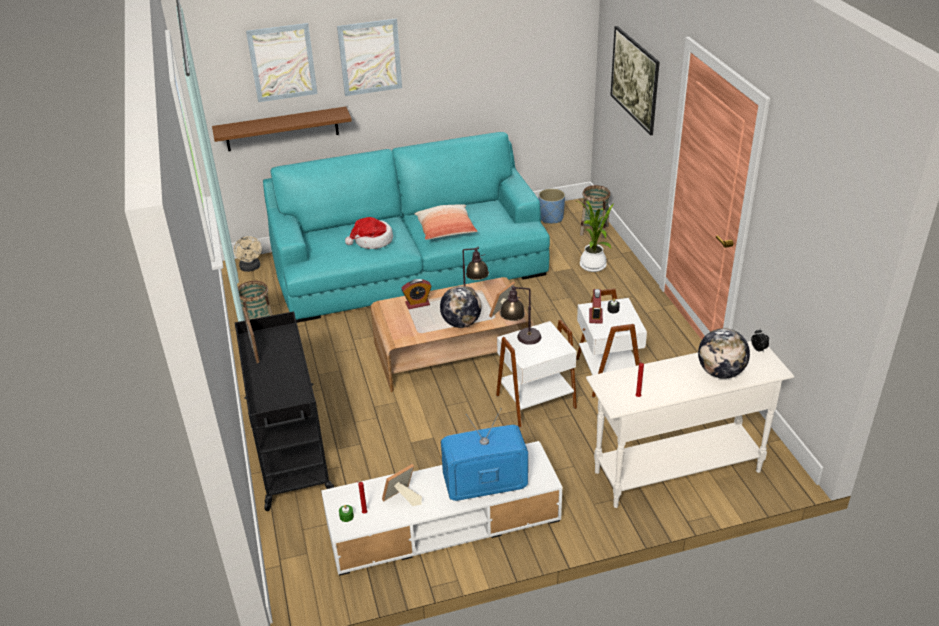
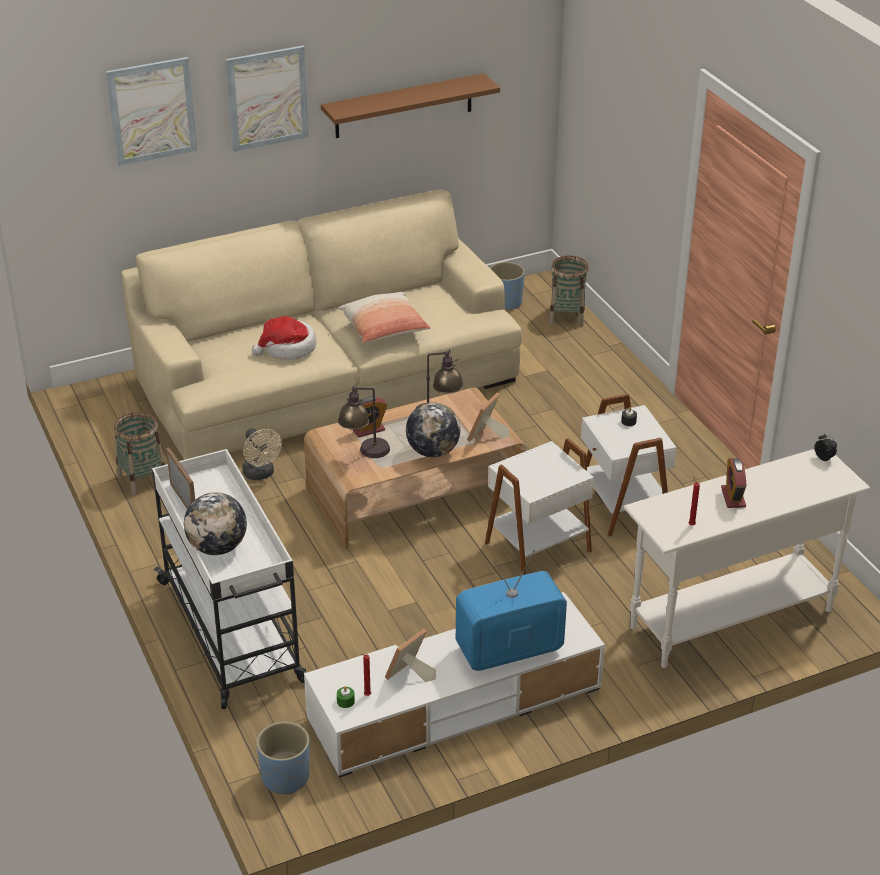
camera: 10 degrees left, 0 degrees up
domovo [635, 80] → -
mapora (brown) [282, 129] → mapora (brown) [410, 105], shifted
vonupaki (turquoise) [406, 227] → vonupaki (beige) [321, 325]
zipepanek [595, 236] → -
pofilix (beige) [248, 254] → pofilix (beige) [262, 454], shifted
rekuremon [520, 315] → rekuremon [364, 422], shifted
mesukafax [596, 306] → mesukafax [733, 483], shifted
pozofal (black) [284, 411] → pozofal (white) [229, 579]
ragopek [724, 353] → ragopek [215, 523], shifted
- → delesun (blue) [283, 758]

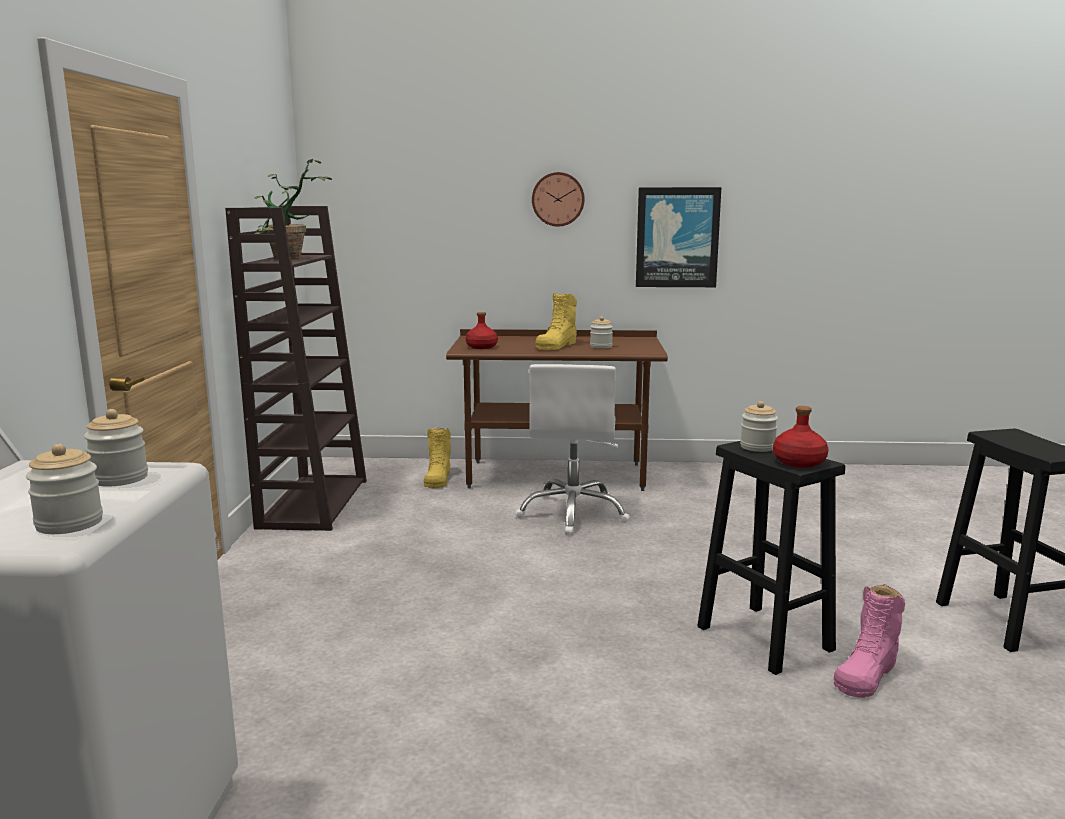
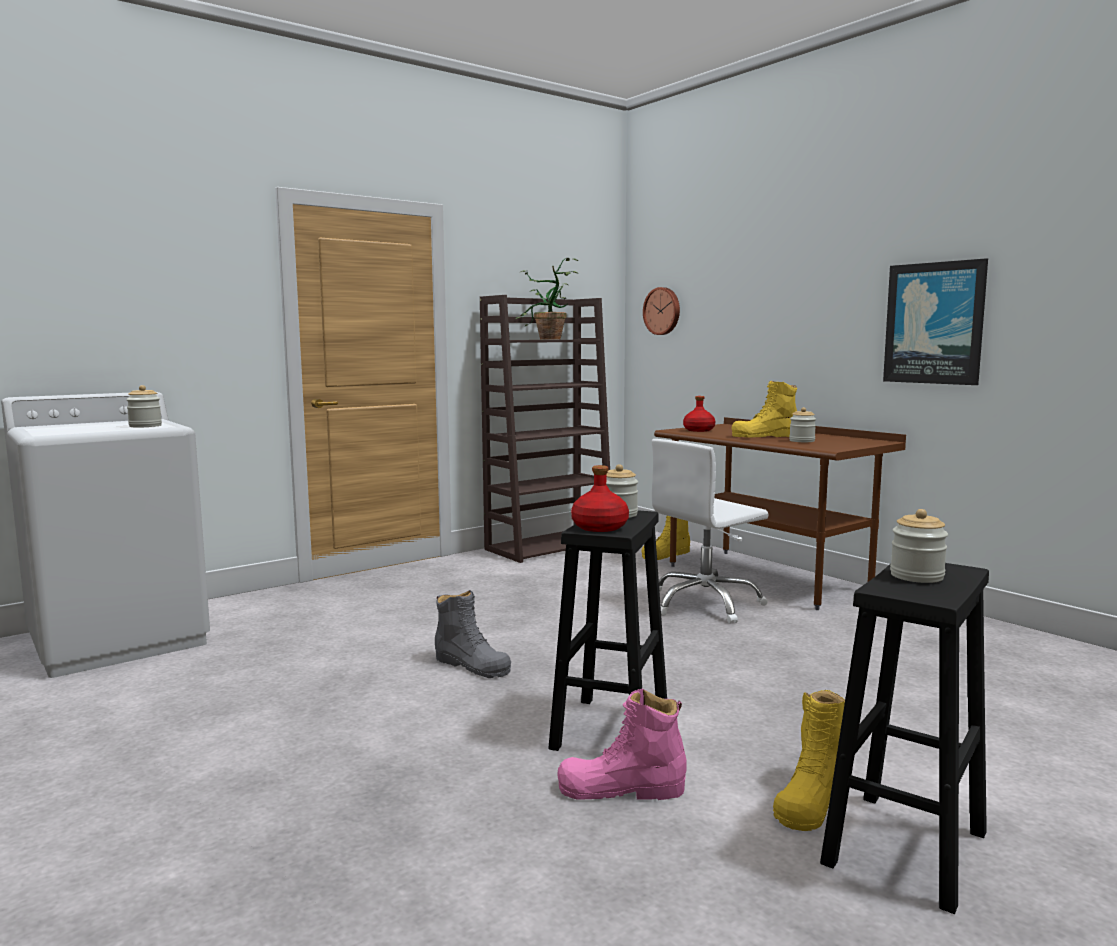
camera: 50 degrees right, 5 degrees down
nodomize [558, 199] → nodomize [661, 311], shifted
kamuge [64, 489] → kamuge [919, 546], shifted
- → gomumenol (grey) [473, 634]
- → gomumenol (yellow) [809, 760]

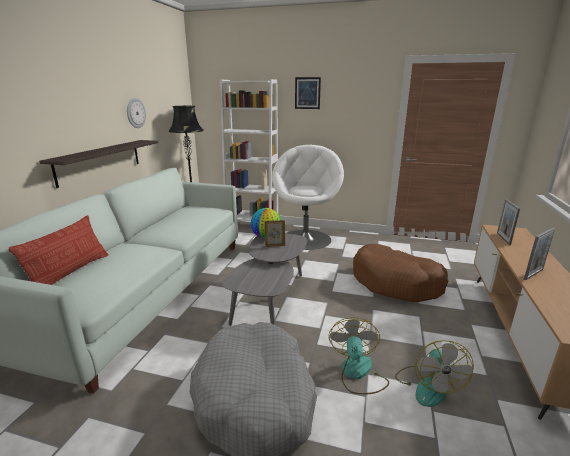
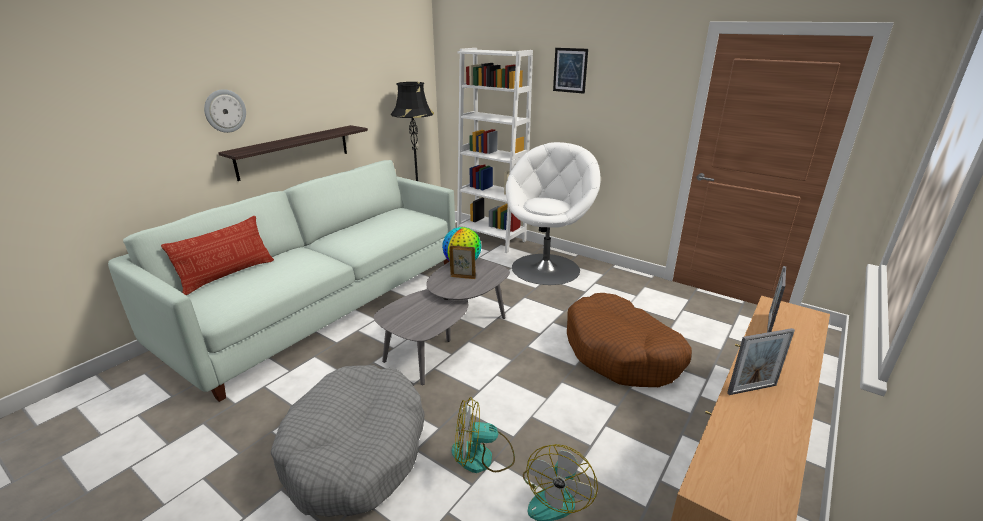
camera: 20 degrees right, 5 degrees up
nodomize [136, 113] → nodomize [225, 111], shifted
pofilix [359, 356] → pofilix [483, 435], 120 degrees counterclockwise

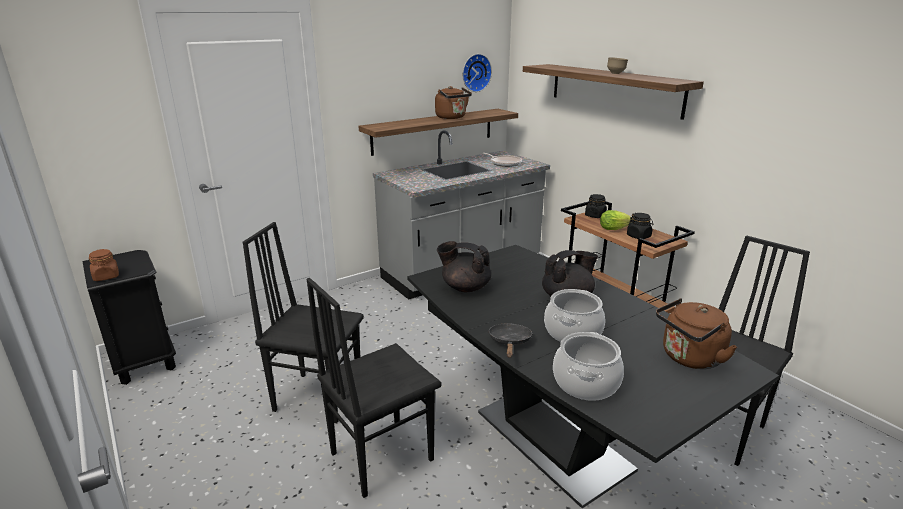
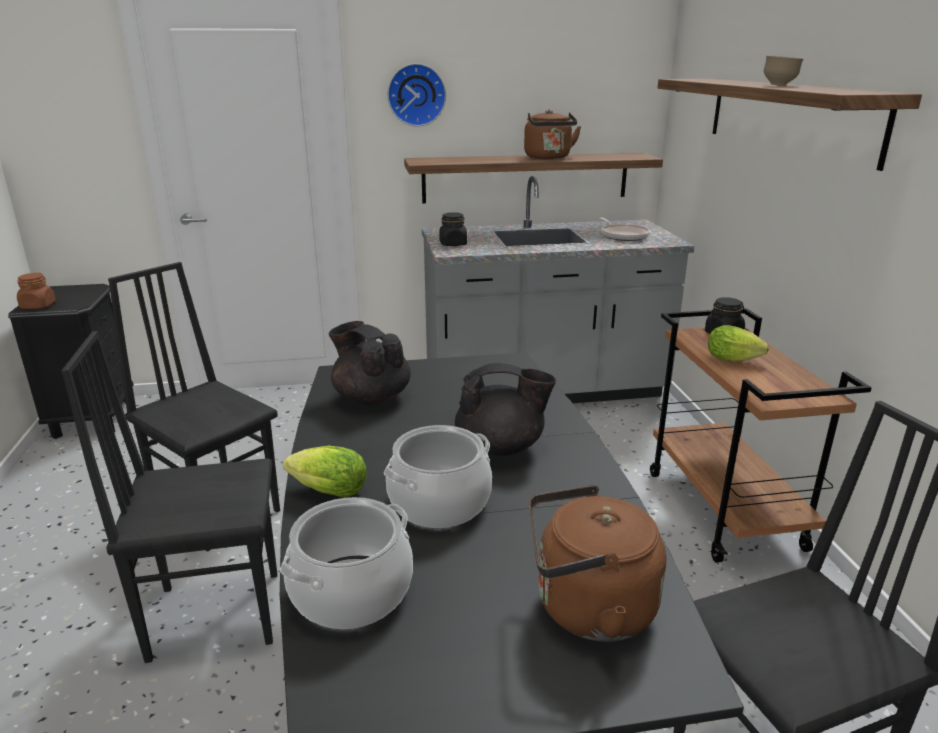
camera: 25 degrees right, 0 degrees up
nodomize [477, 73] → nodomize [416, 94], shifted
kamuge (black) [640, 226] → kamuge (black) [453, 229], shifted
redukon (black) [510, 340] → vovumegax [325, 471]

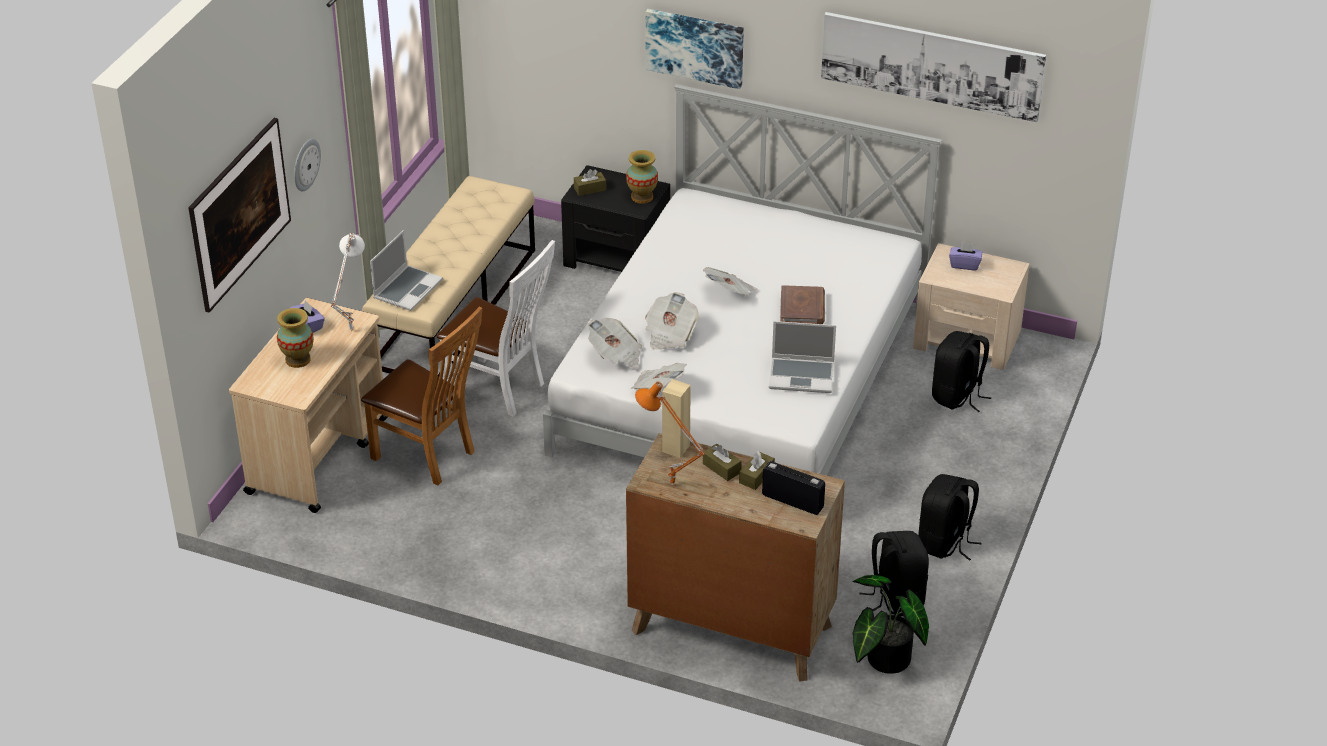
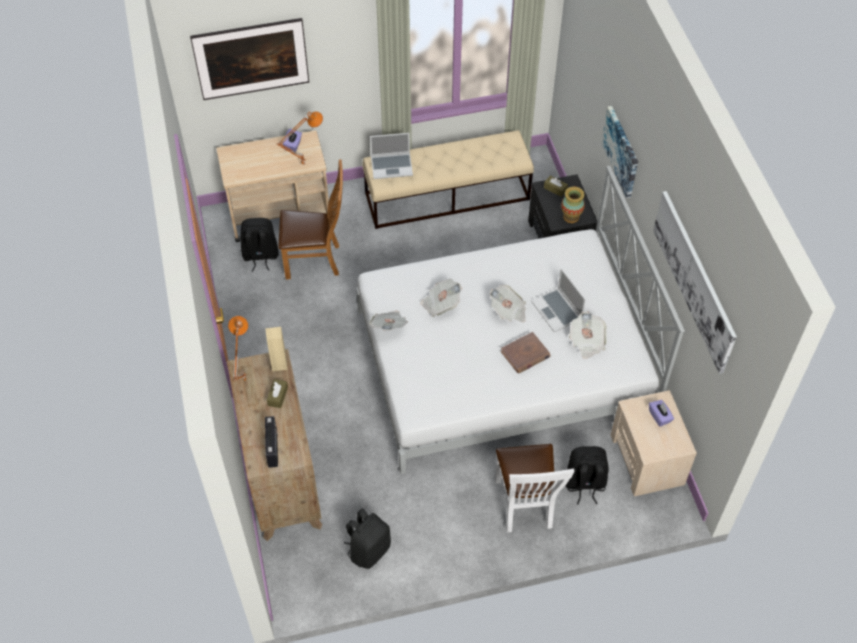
camera: 55 degrees right, 15 degrees up
nodomize [307, 165] → -
rekuremon (white) [348, 282] → rekuremon (orange) [300, 138]
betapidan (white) [496, 328] → betapidan (white) [534, 488], shifted
betapidan (brown) [421, 396] → betapidan (brown) [310, 219], 90 degrees counterclockwise
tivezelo [295, 338] → -
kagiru [615, 343] → kagiru [588, 335], shifted
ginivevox [802, 357] → ginivevox [558, 300], shifted
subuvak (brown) [757, 470] → -
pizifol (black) [950, 517] → pizifol (black) [259, 245], shifted
zipepanek [890, 624] → -

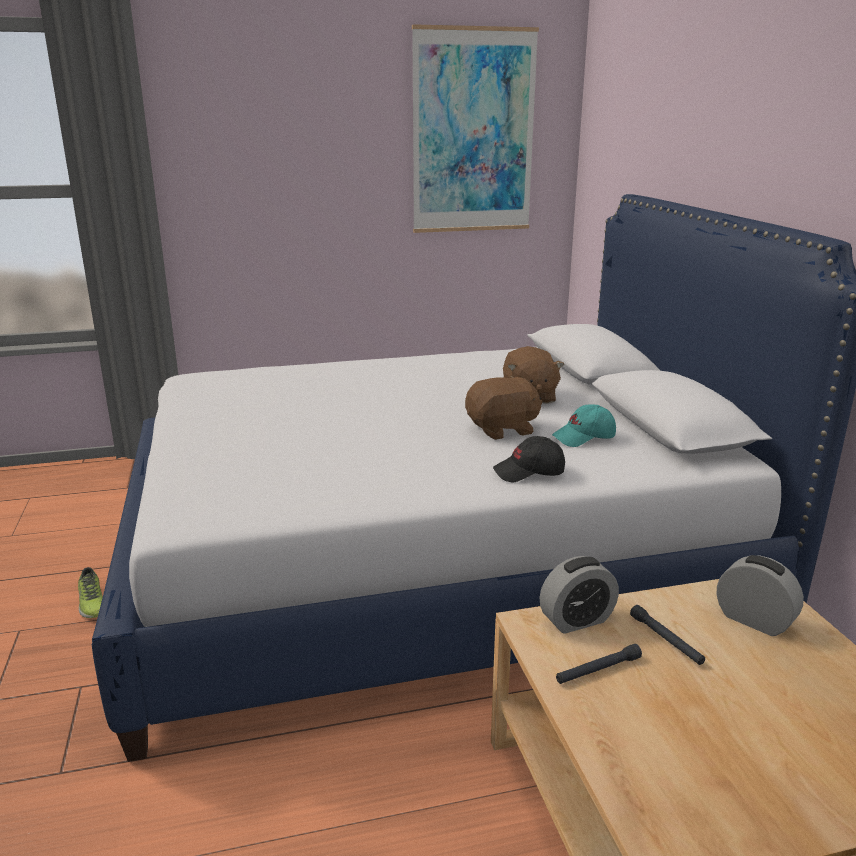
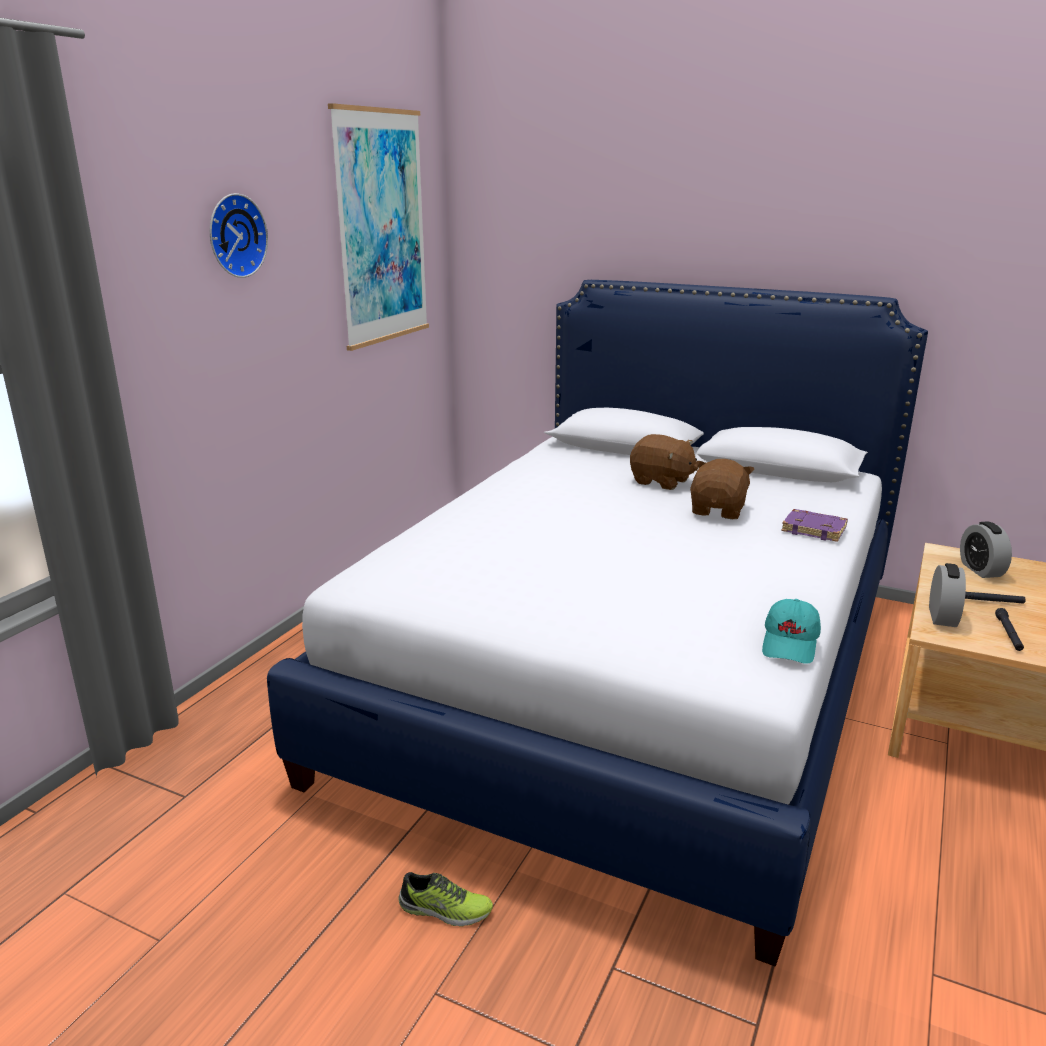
camera: 50 degrees left, 0 degrees up
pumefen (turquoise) [584, 425] → pumefen (turquoise) [791, 631], shifted
pumefen (black) [529, 459] → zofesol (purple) [814, 525]
mesukafax [760, 595] → mesukafax [986, 550], 90 degrees counterclockwise
- → nodomize [239, 235]

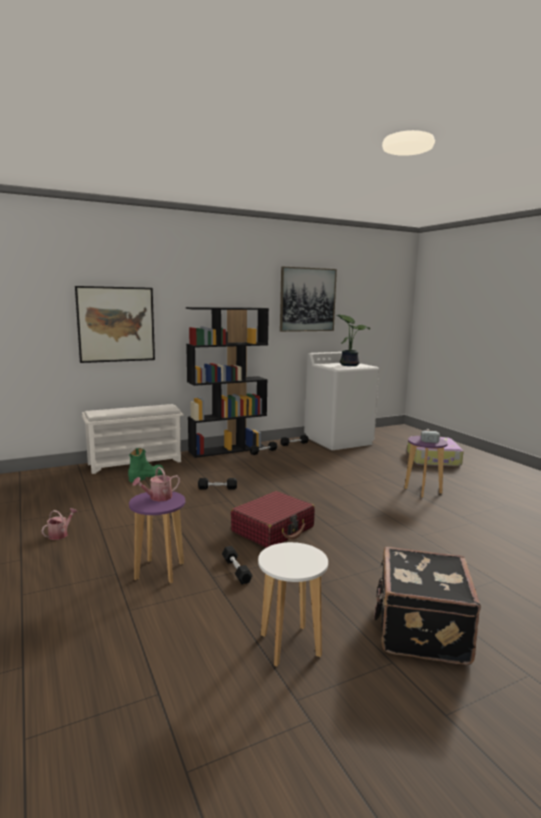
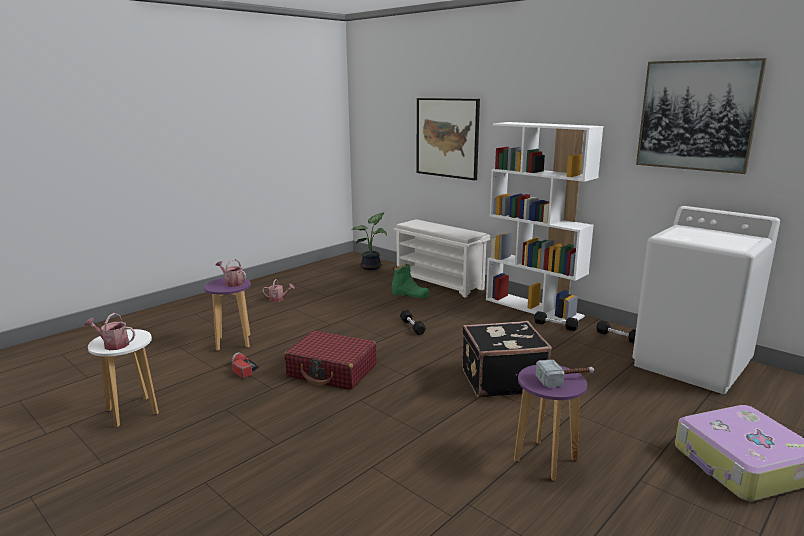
camera: 70 degrees right, 5 degrees up
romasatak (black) [227, 382] → romasatak (white) [544, 221]
zipepanek [353, 340] → zipepanek [369, 241], shifted
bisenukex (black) [237, 565] → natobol [245, 365]
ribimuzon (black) [427, 606] → ribimuzon (black) [507, 359], shifted
- → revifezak [110, 331]

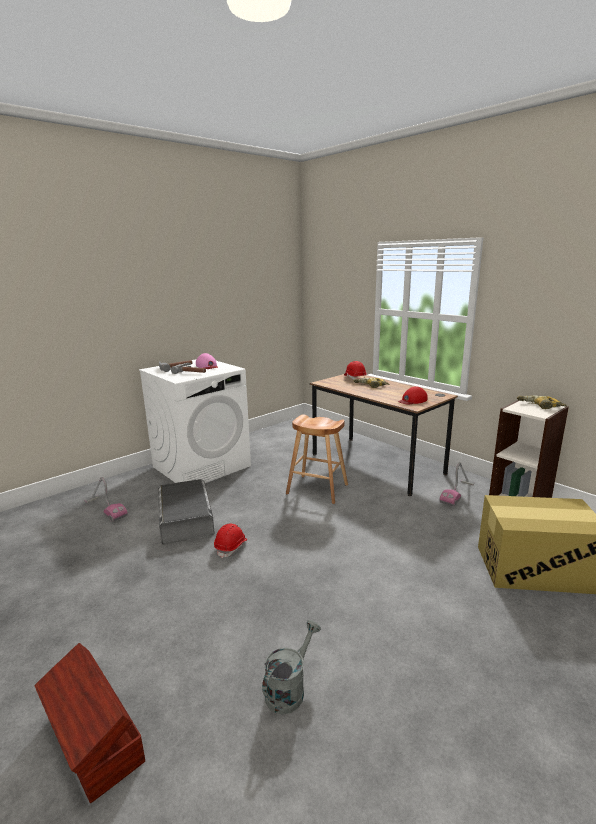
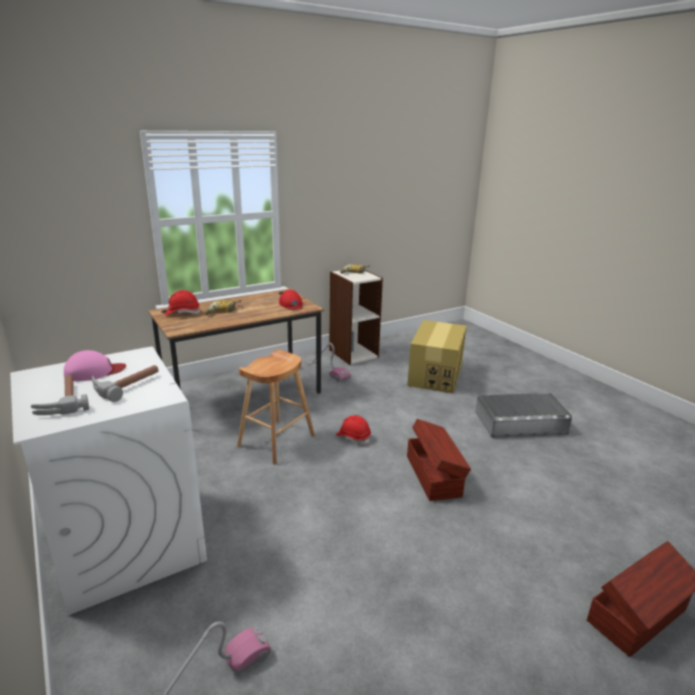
camera: 80 degrees left, 5 degrees up
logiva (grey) [186, 511] → logiva (grey) [523, 415], shifted
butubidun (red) [230, 541] → butubidun (red) [353, 429], shifted
revifezak (grey) [291, 667] → -
- → logiva (brown) [439, 460]

